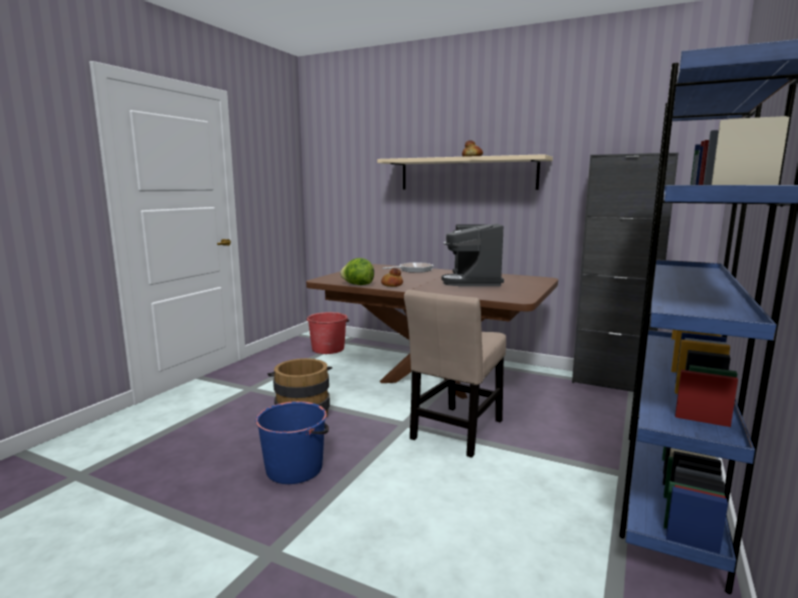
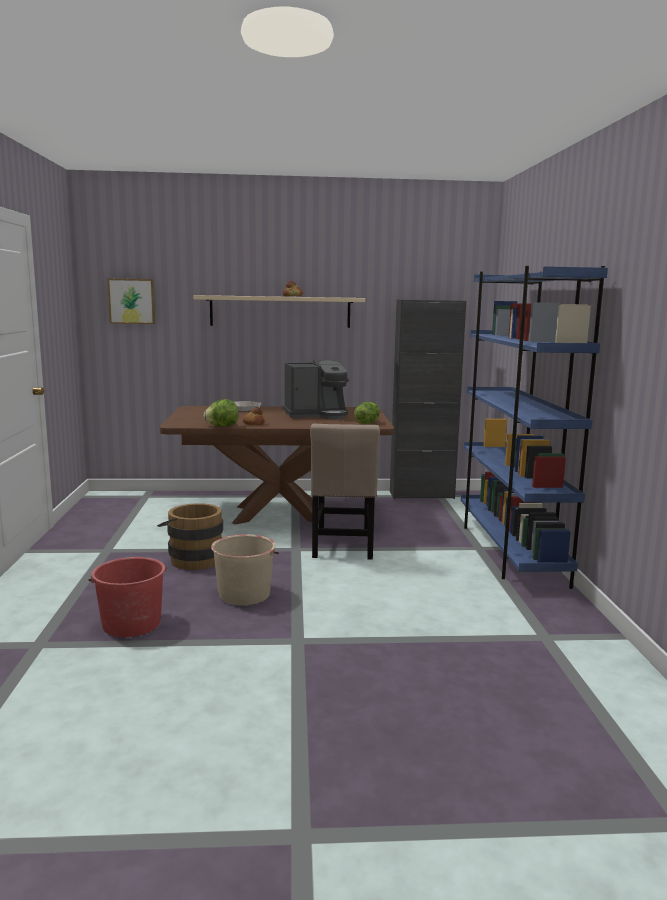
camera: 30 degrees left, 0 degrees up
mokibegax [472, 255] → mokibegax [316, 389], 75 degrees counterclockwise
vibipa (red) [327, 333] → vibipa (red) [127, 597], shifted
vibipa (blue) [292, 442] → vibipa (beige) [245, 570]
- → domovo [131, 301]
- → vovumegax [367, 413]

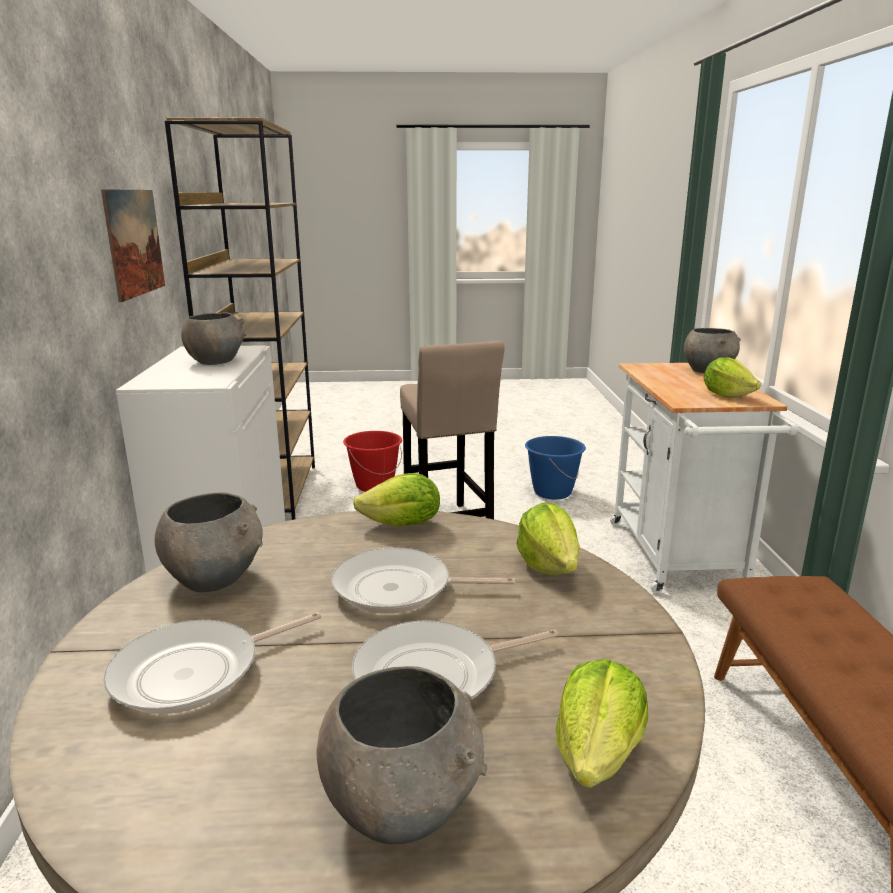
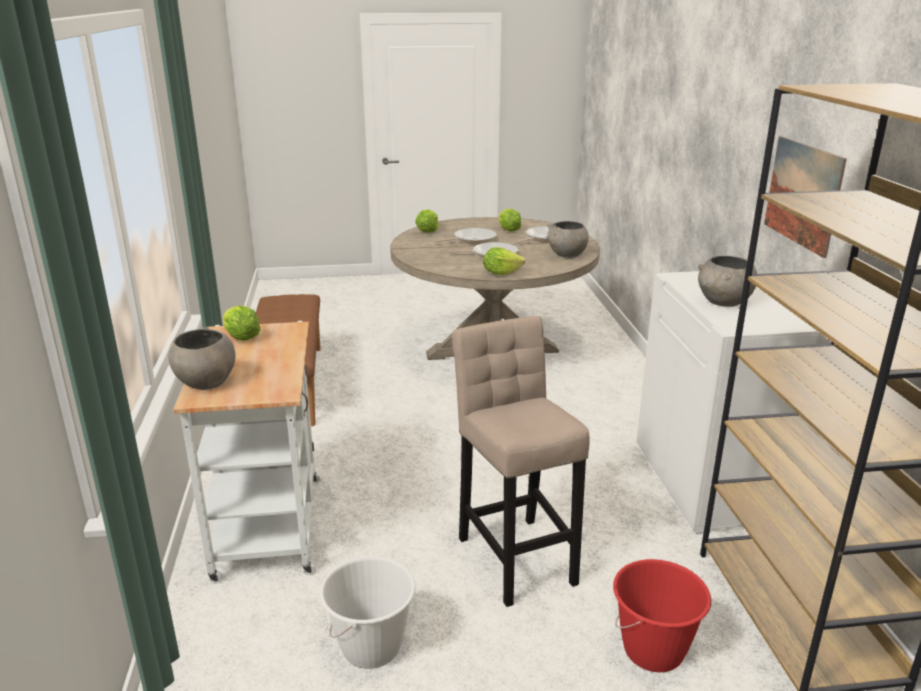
camera: 175 degrees right, 5 degrees up
vibipa (blue) [555, 467] → vibipa (white) [368, 612]
vovumegax [548, 539] → vovumegax [510, 220], shifted
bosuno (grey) [402, 755] → -

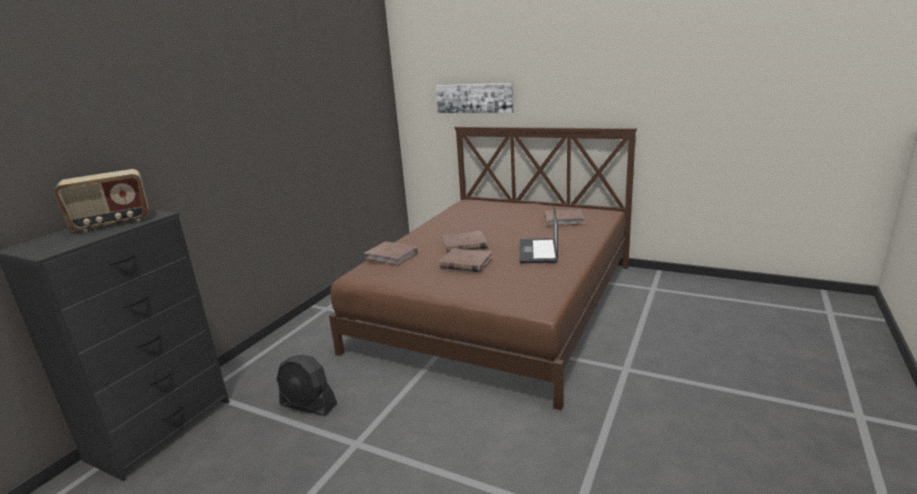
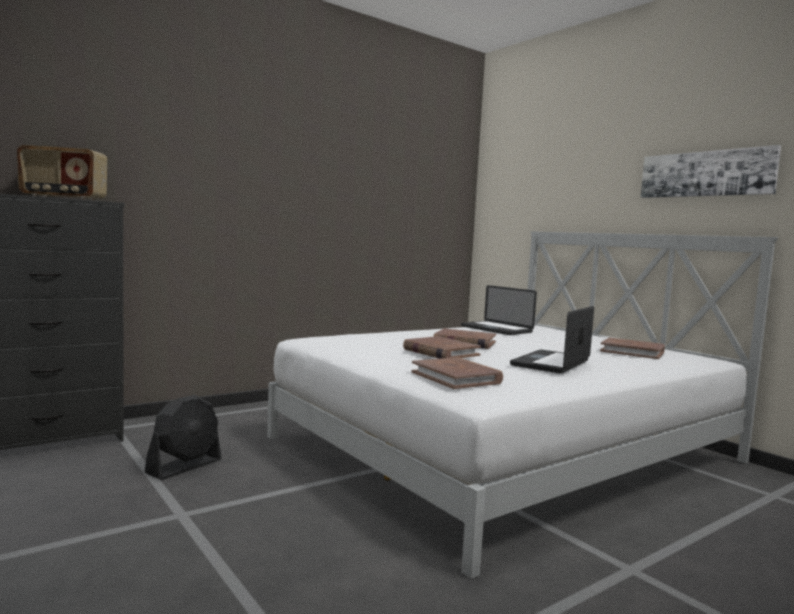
camera: 25 degrees right, 15 degrees down
domovo [474, 98] → domovo [710, 171], shifted
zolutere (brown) [483, 268] → zolutere (white) [522, 405]
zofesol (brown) [391, 254] → zofesol (brown) [457, 373], shifted
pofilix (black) [306, 385] → pofilix (black) [183, 437], 105 degrees counterclockwise
- → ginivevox [499, 310]

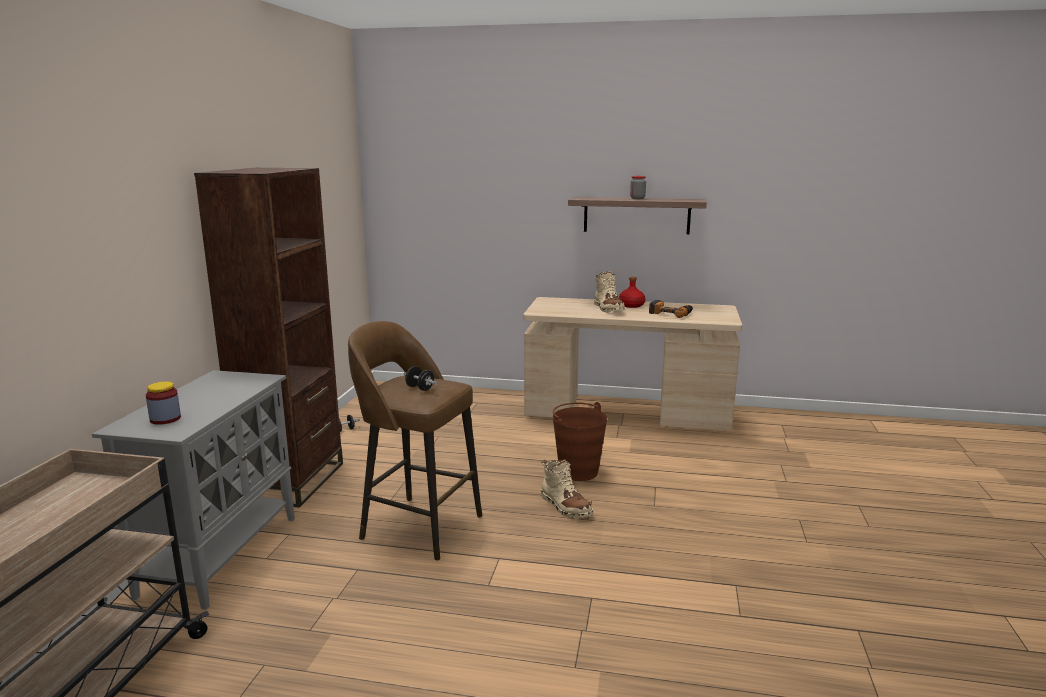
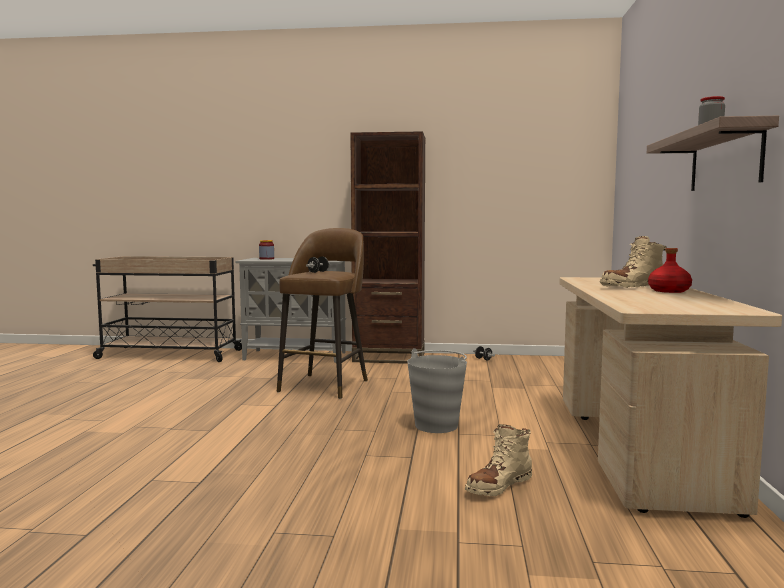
camera: 85 degrees right, 10 degrees down
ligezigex [671, 309] → -
vibipa (brown) [580, 441] → vibipa (grey) [437, 390]
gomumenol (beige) [567, 489] → gomumenol (beige) [498, 460], shifted

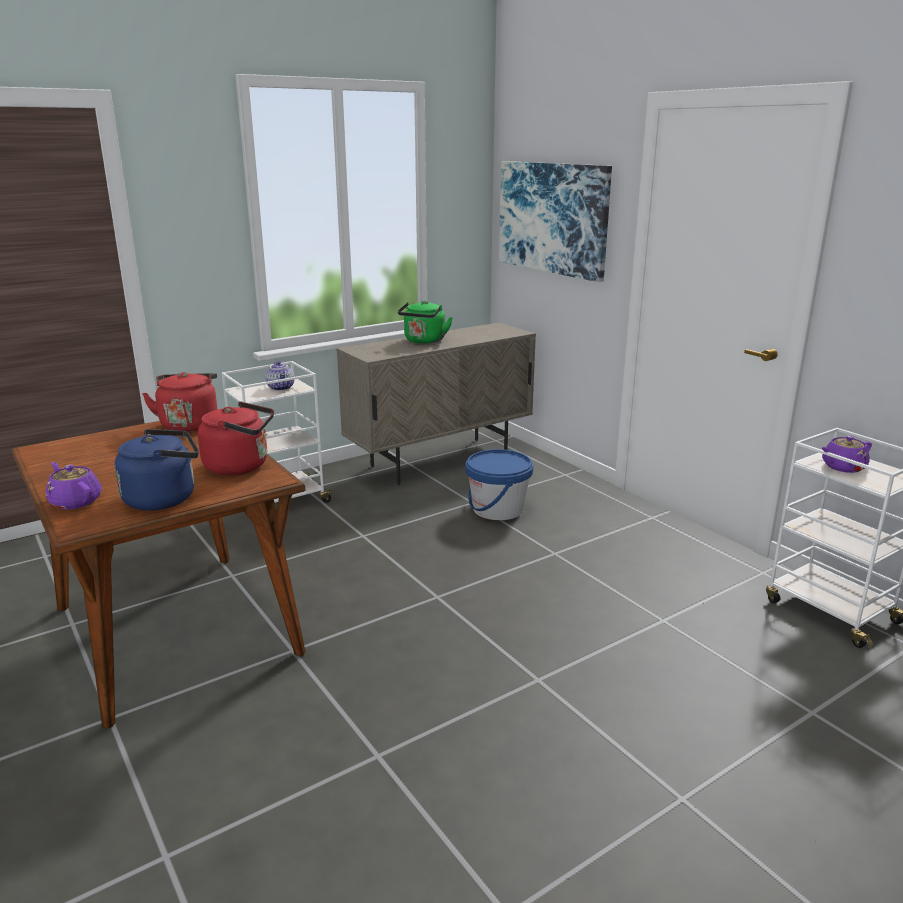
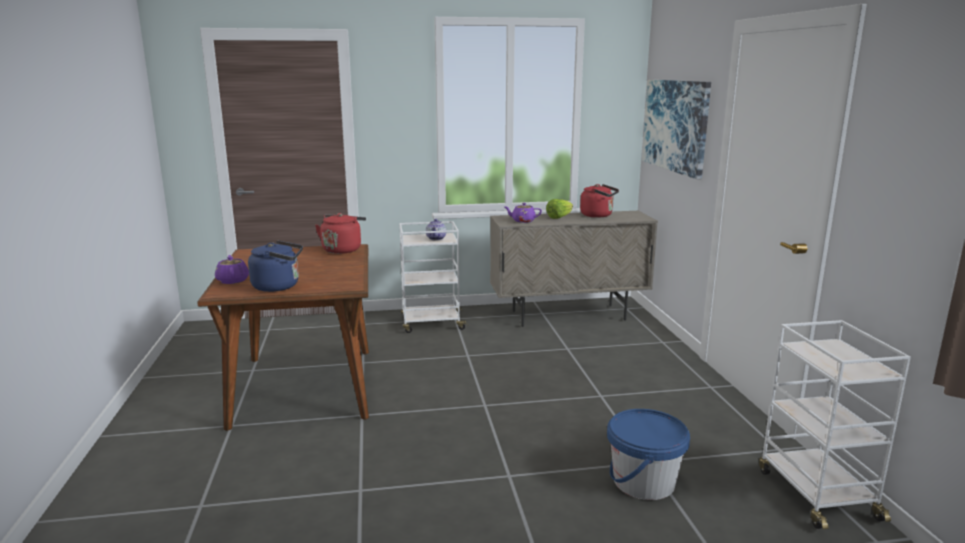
camera: 25 degrees right, 5 degrees down
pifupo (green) [425, 322] → vovumegax [559, 209]
pifupo (red) [236, 438] → pifupo (red) [599, 201], shifted
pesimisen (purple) [846, 454] → pesimisen (purple) [523, 213], shifted
vibipa (blue) [499, 484] → vibipa (blue) [648, 454], shifted

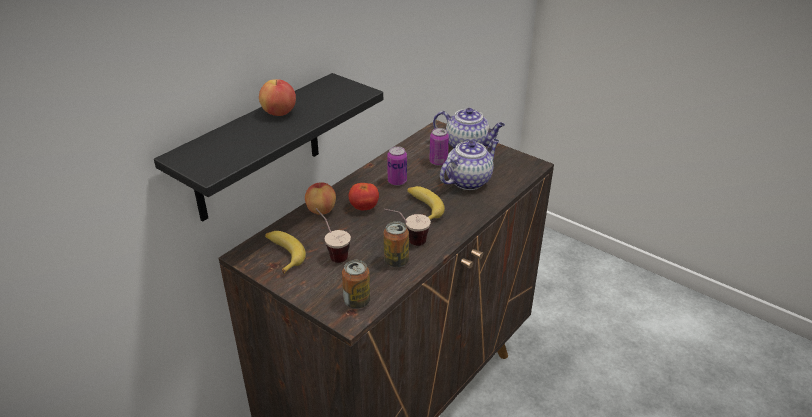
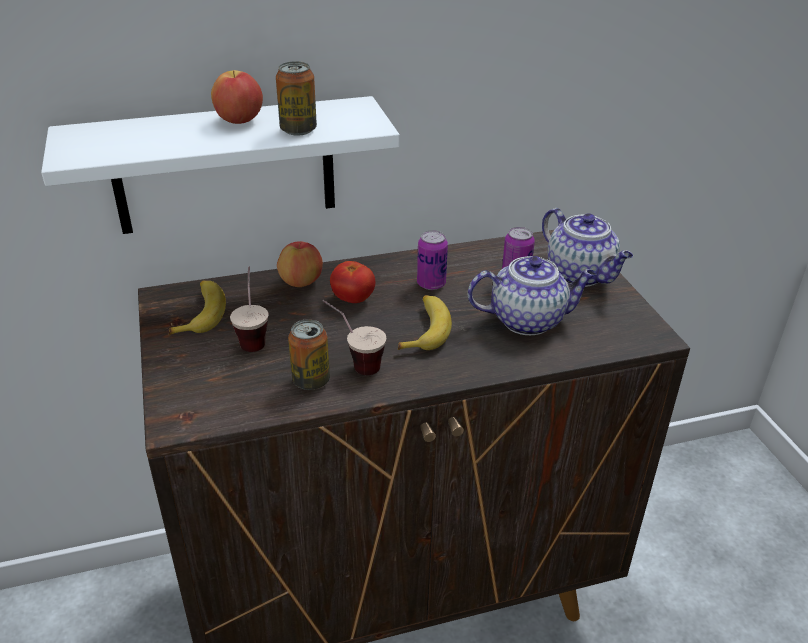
camera: 35 degrees right, 0 degrees up
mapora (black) [268, 147] → mapora (white) [220, 165]
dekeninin [356, 284] → dekeninin [296, 98], shifted

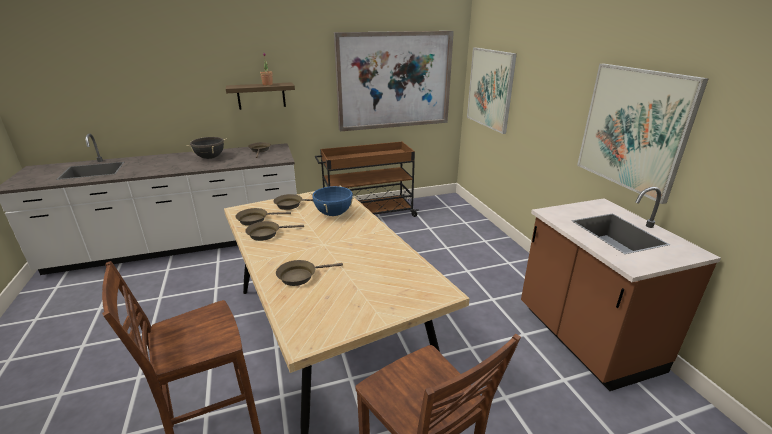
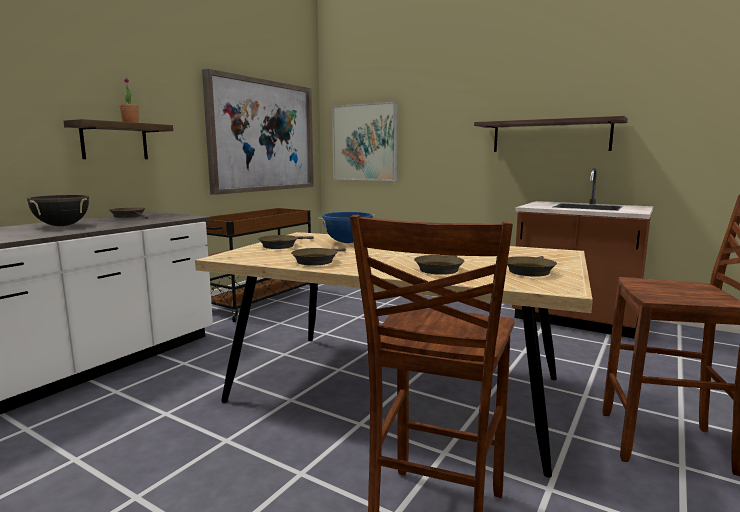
camera: 40 degrees left, 15 degrees down
domovo [643, 134] → mapora [551, 134]
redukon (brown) [263, 217] → redukon (brown) [532, 266], shifted

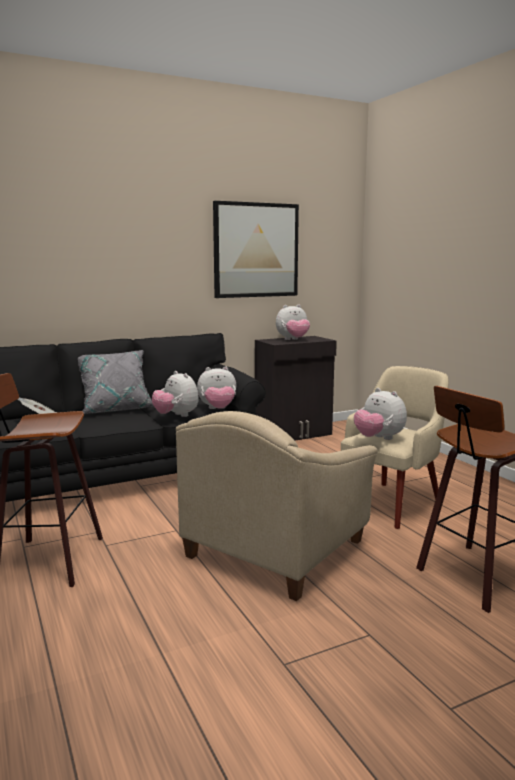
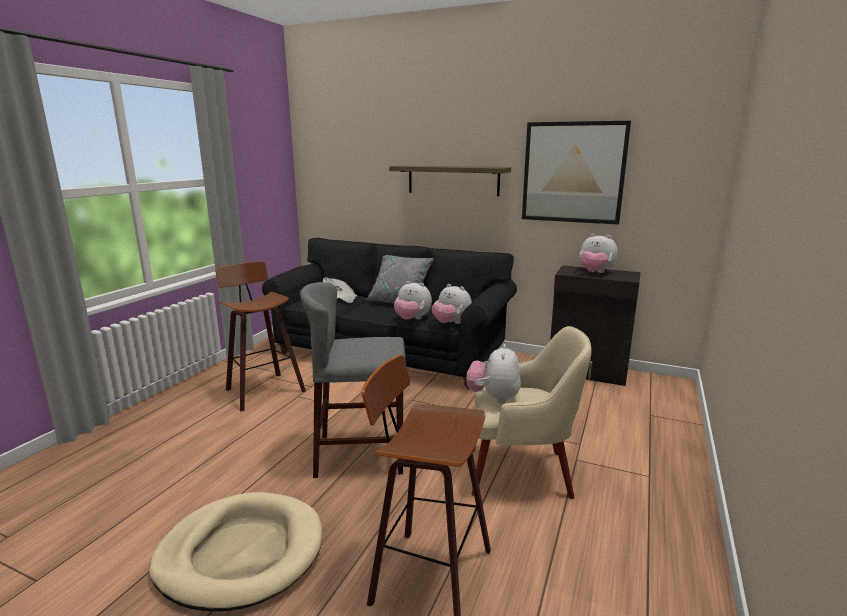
camera: 50 degrees right, 5 degrees up
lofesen [175, 394] → lofesen [413, 300], 75 degrees counterclockwise
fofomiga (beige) [277, 506] → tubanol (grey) [353, 380]
- → mapora [450, 180]
- → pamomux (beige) [235, 552]

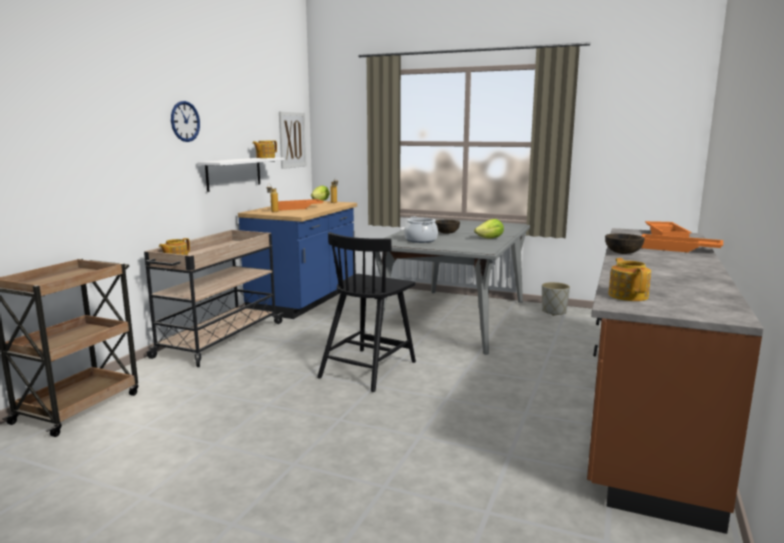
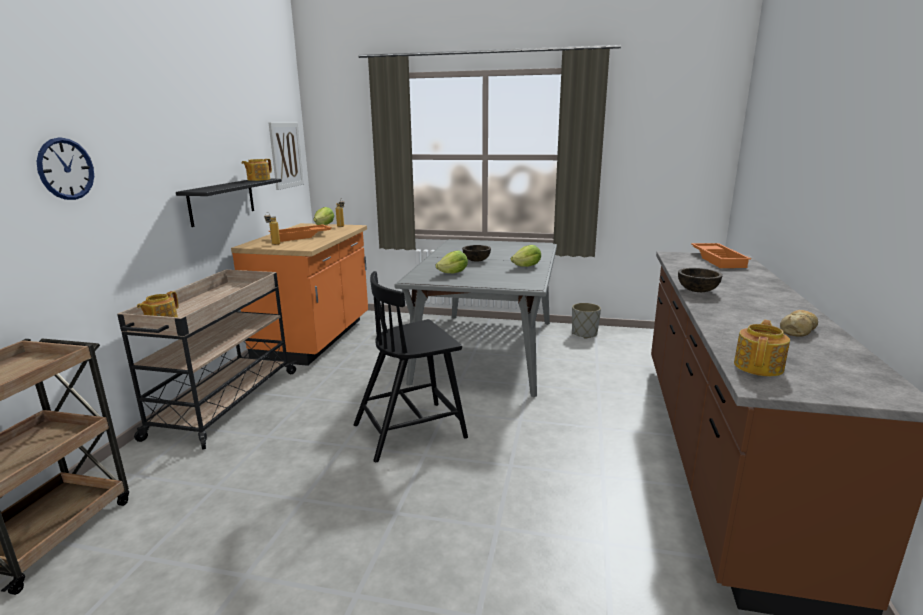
camera: 10 degrees left, 5 degrees up
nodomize [185, 121] → nodomize [65, 169], shifted
mapora (white) [241, 174] → mapora (black) [229, 203]
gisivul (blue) [297, 260] → gisivul (orange) [299, 294]
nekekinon [421, 229] → vovumegax [451, 261]
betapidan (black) [366, 312] → betapidan (black) [410, 366], 45 degrees clockwise
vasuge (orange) [682, 243] → -
pesimisen [629, 279] → pesimisen [762, 348], 45 degrees clockwise
- → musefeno [799, 323]

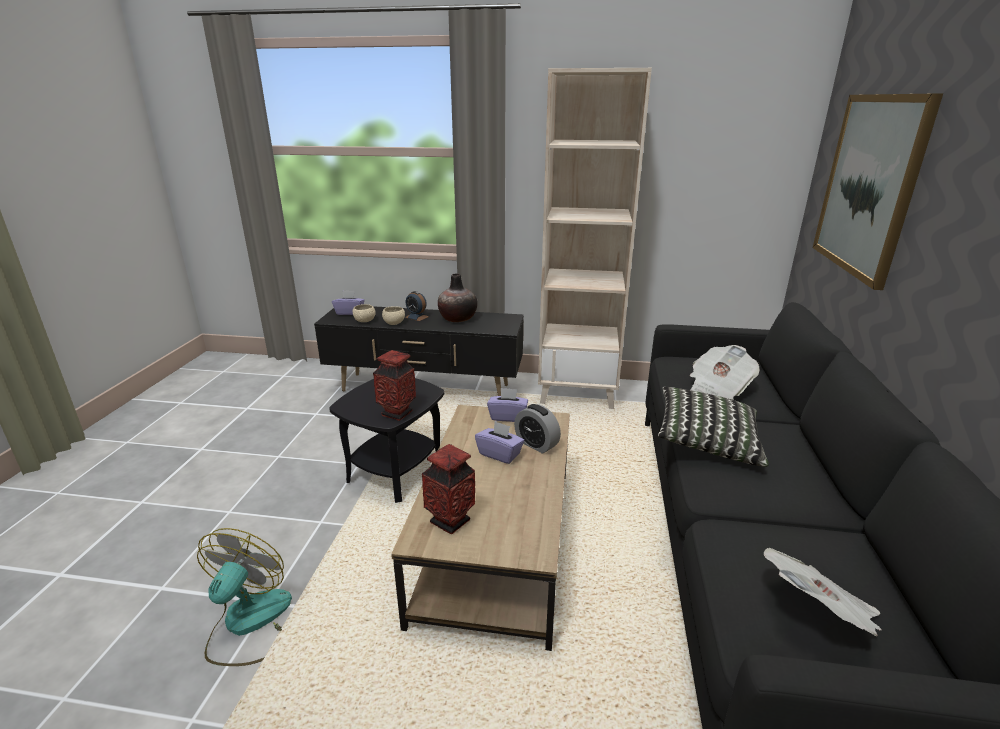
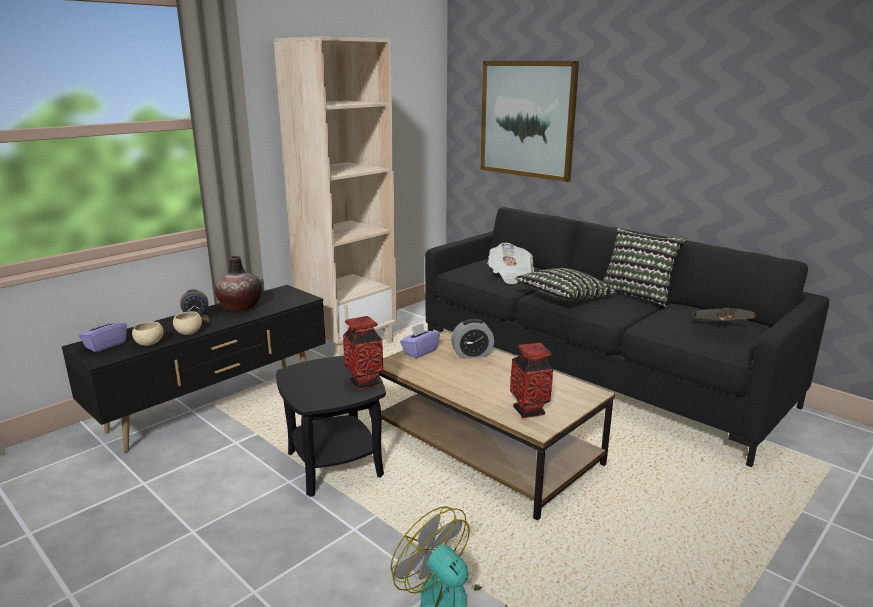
camera: 55 degrees left, 5 degrees down
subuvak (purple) [499, 442] → -
- → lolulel [644, 267]

